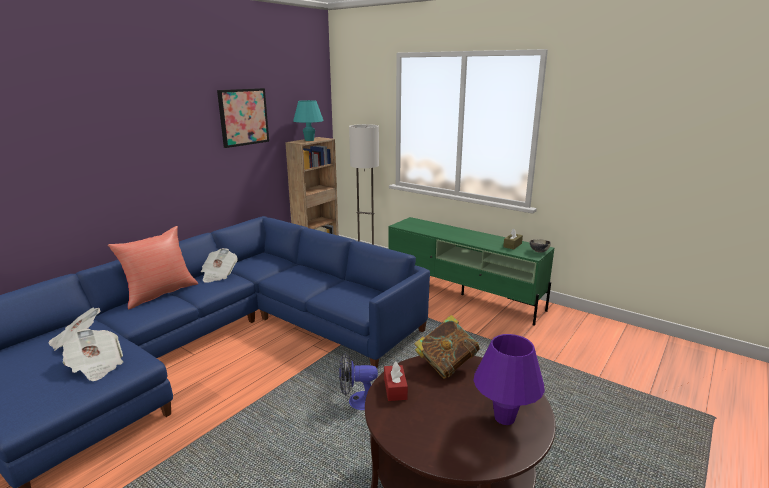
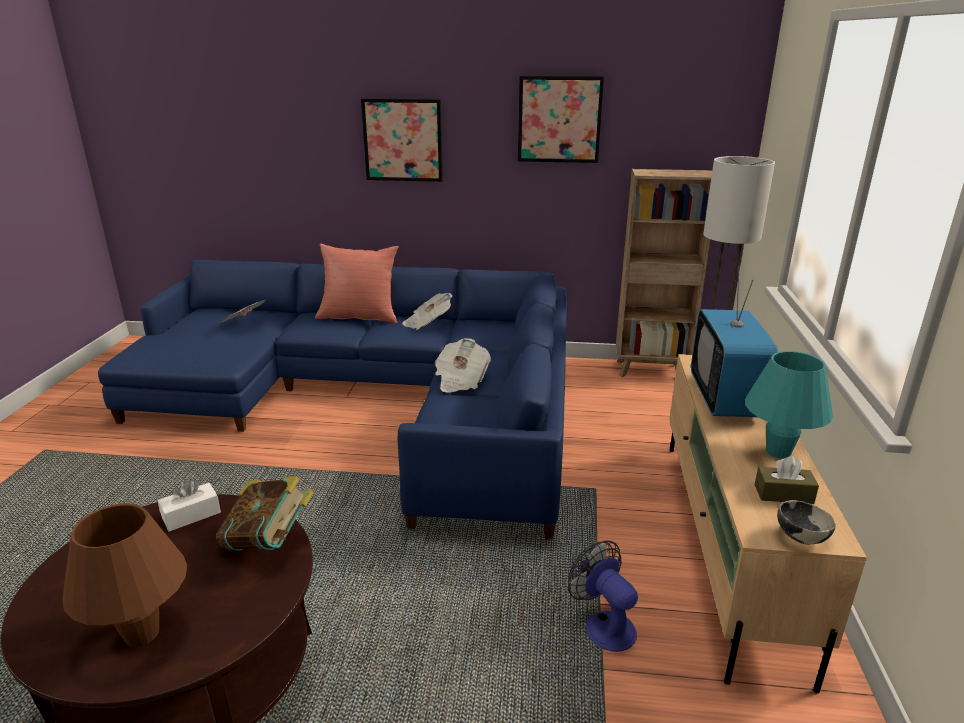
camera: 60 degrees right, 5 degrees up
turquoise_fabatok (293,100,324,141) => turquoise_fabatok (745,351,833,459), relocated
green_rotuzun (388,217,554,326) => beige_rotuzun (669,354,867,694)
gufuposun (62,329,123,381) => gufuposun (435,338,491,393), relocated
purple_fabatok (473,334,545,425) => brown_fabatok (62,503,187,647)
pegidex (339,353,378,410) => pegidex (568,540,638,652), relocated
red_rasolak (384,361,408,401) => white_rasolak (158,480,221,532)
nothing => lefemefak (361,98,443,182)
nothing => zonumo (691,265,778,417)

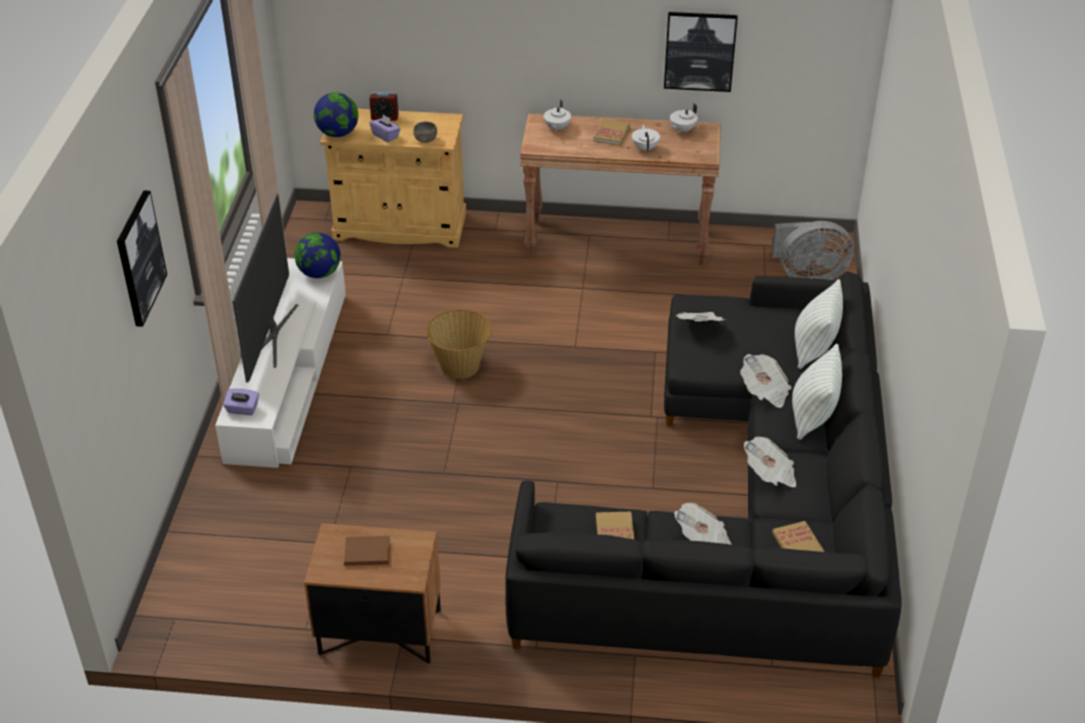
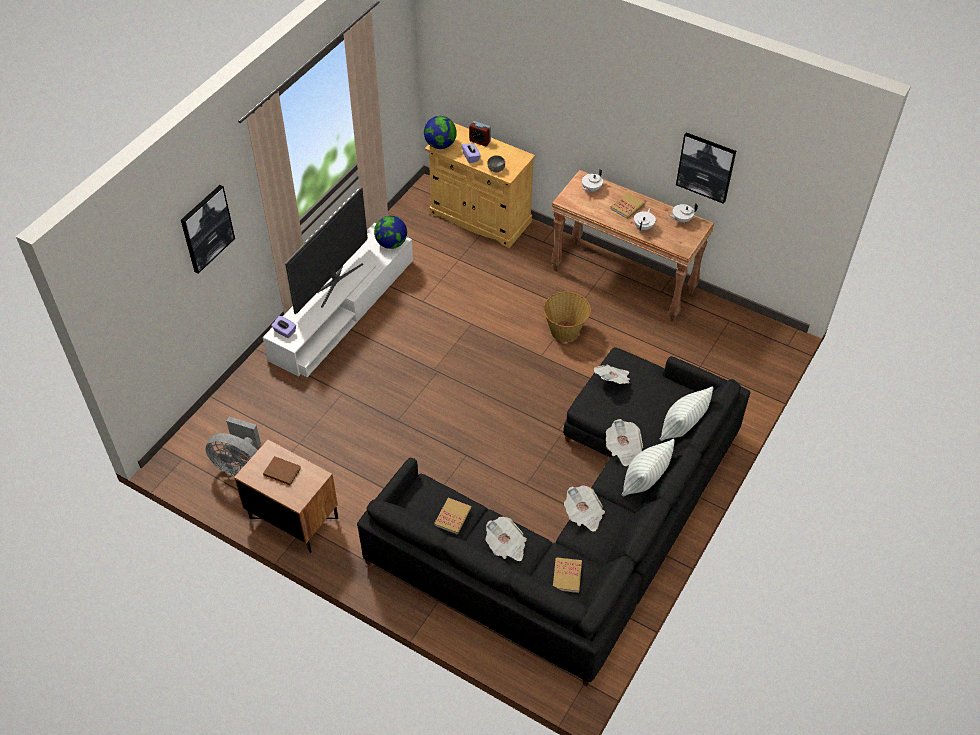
camera: 25 degrees right, 10 degrees up
grey_pegidex (771,221,854,280) => grey_pegidex (206,417,261,477), relocated
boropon (426,309,492,378) => boropon (543,292,591,342), relocated

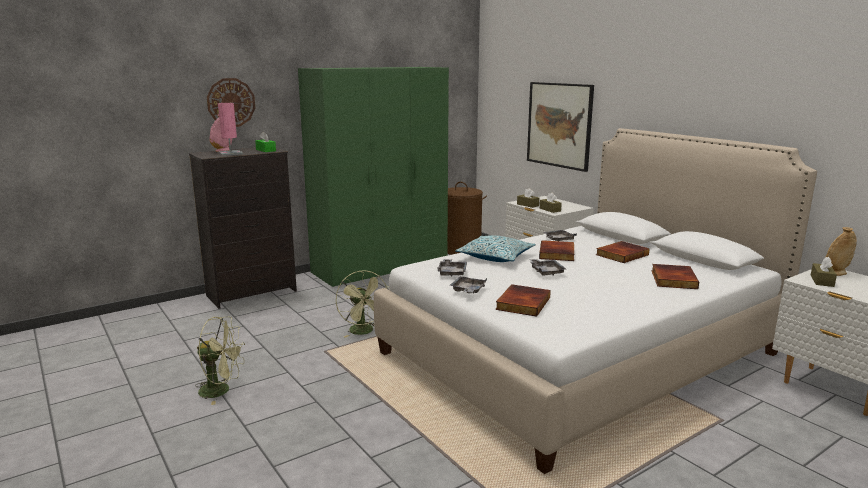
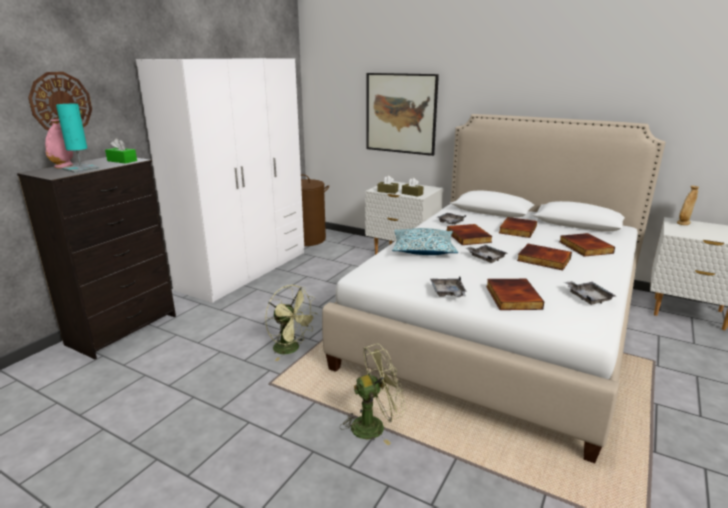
camera: 25 degrees left, 5 degrees up
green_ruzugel (298,67,449,287) => white_ruzugel (136,58,304,303)
pink_fabatok (218,103,243,156) => turquoise_fabatok (56,104,100,173)
brown_rasolak (811,257,837,287) => nothing
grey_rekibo (437,259,467,277) => grey_rekibo (564,281,616,305), relocated
green_pegidex (195,317,245,405) => green_pegidex (340,344,406,445), relocated
nothing => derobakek (517,244,572,270)

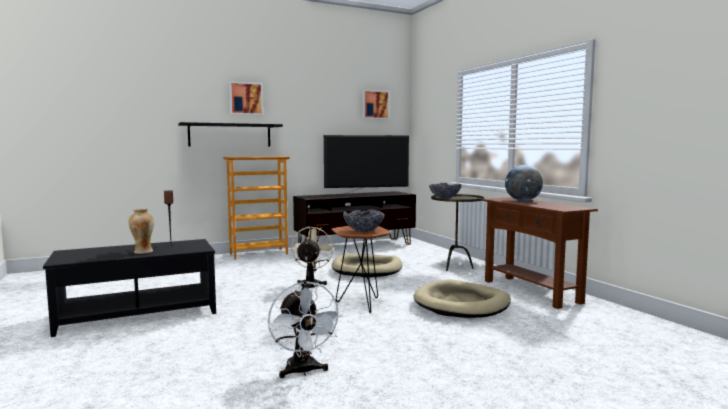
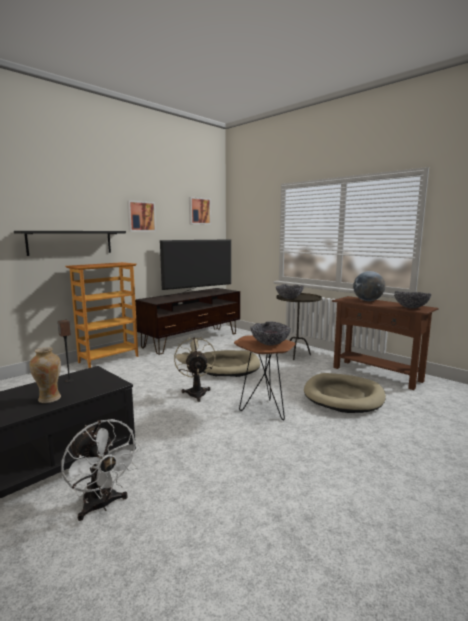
camera: 20 degrees left, 5 degrees up
lefemefak (229,81,263,115) => lefemefak (127,200,156,232), relocated
white_pegidex (268,281,343,378) => white_pegidex (61,419,141,521), relocated
nothing => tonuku (394,291,431,309)

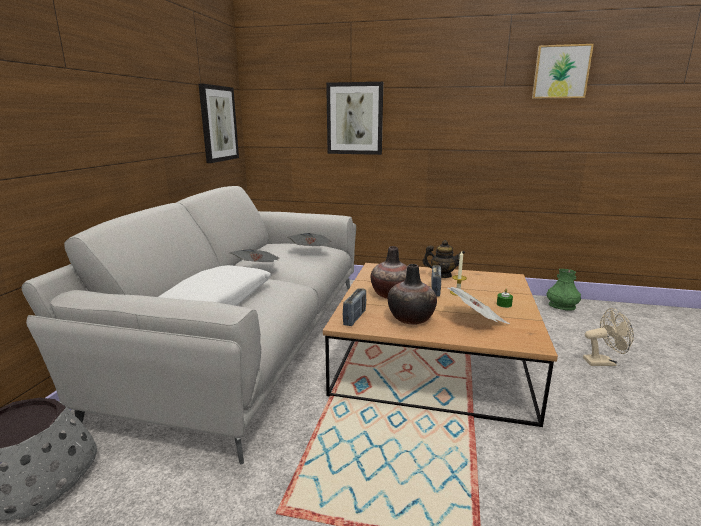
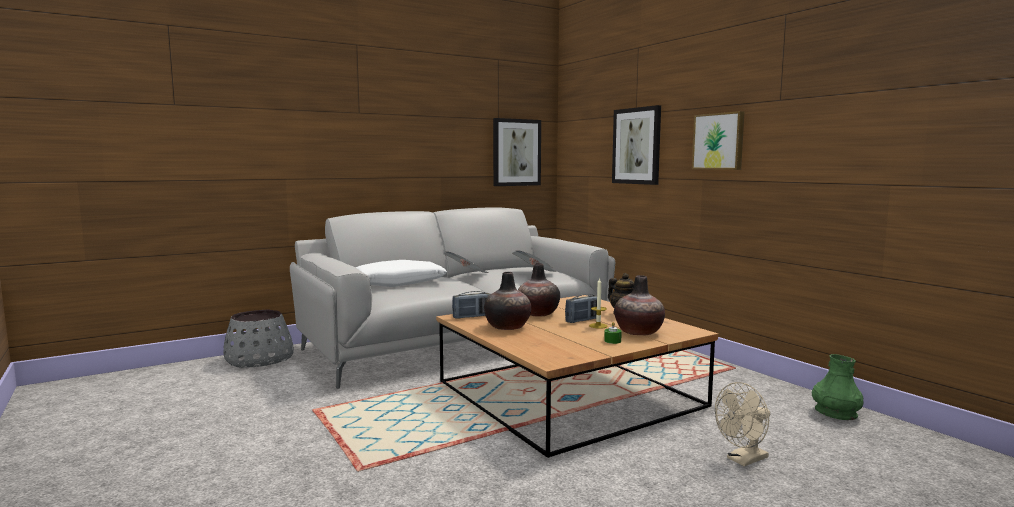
camera: 45 degrees right, 10 degrees down
lefemefak (532,44,594,99) => lefemefak (692,111,744,170), relocated
gufuposun (448,287,510,324) => nothing
beige_pegidex (583,308,634,366) => beige_pegidex (715,382,770,466), 105 degrees clockwise
nothing => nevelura (614,275,665,335)

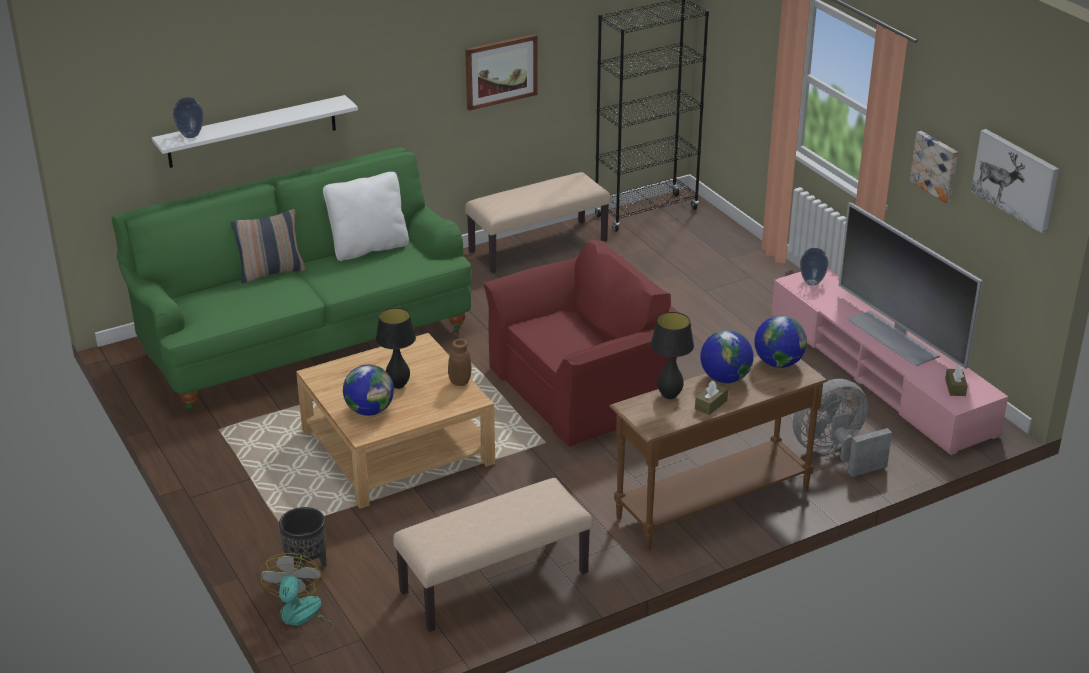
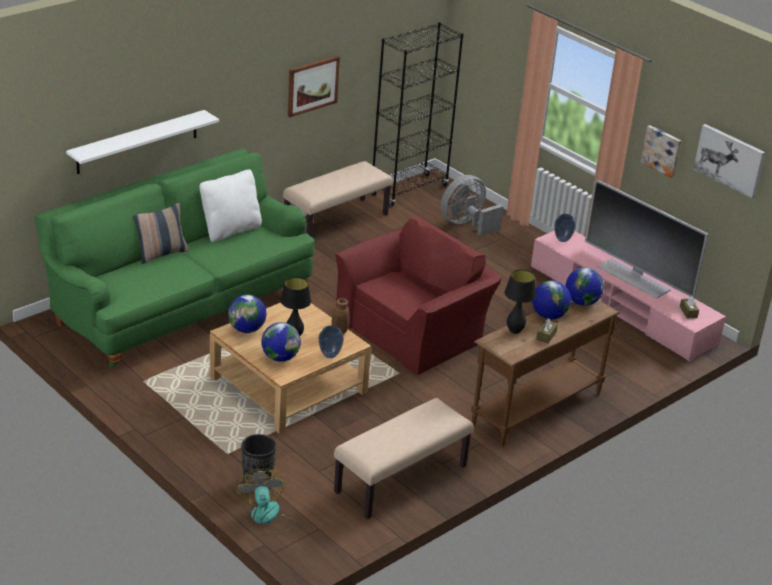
camera: 15 degrees left, 0 degrees up
nevelura (173,98,204,138) => nevelura (318,326,344,358), relocated
grey_pegidex (793,379,892,477) => grey_pegidex (441,175,504,236), relocated
nothing => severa (228,295,267,333)

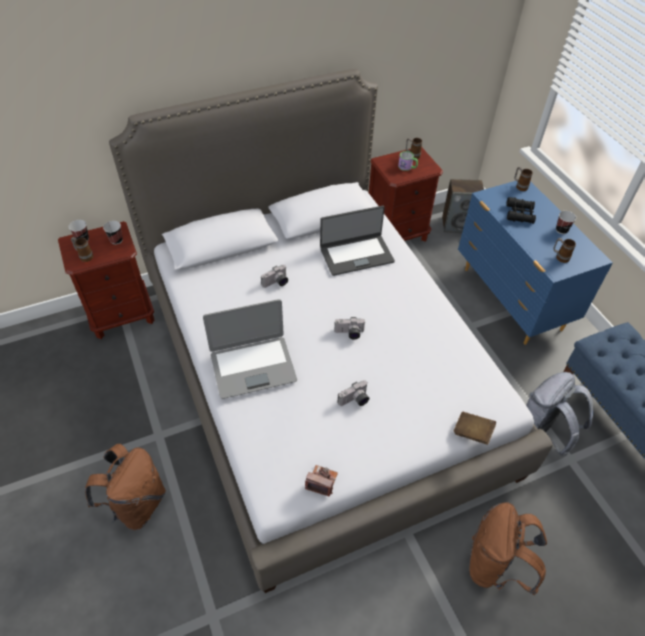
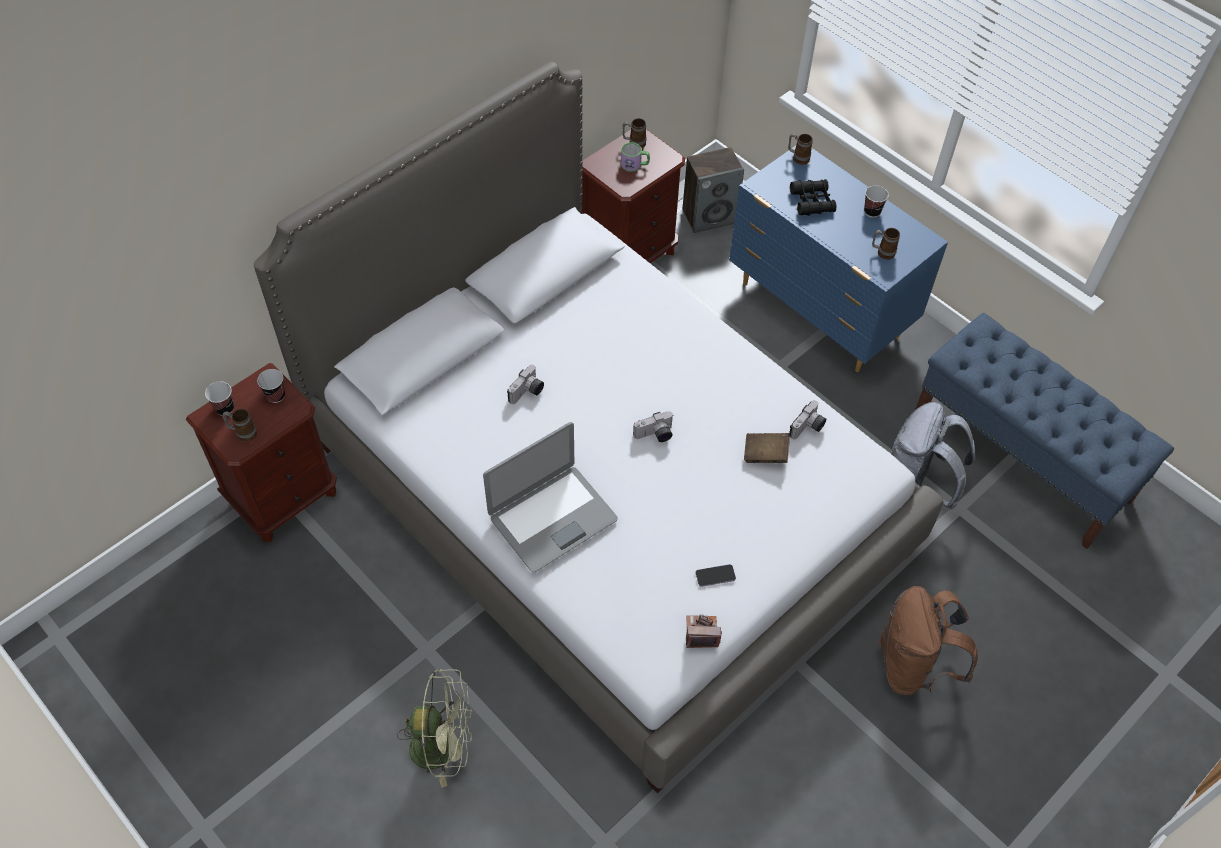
camera: 20 degrees left, 5 degrees up
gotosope (320,206,395,276) => nothing
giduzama (338,380,369,406) => giduzama (789,400,826,439), relocated
brown_derobakek (453,412,496,445) => brown_derobakek (744,433,790,463), relocated
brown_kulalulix (85,444,166,530) => green_pegidex (397,669,472,788)
nothing => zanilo (696,564,736,587)

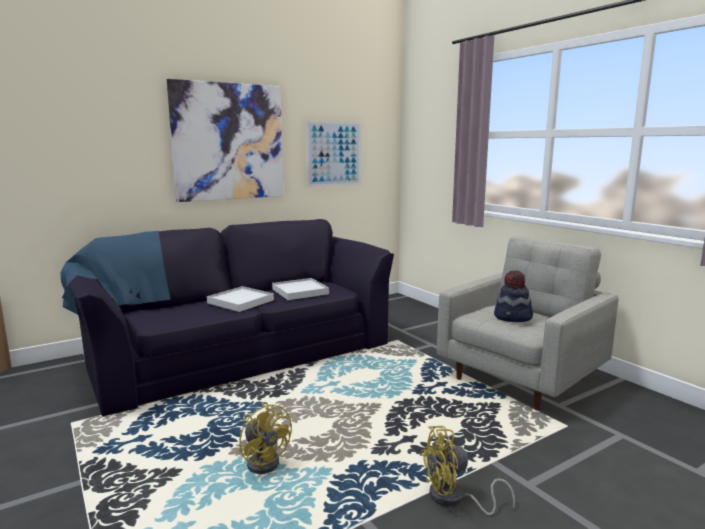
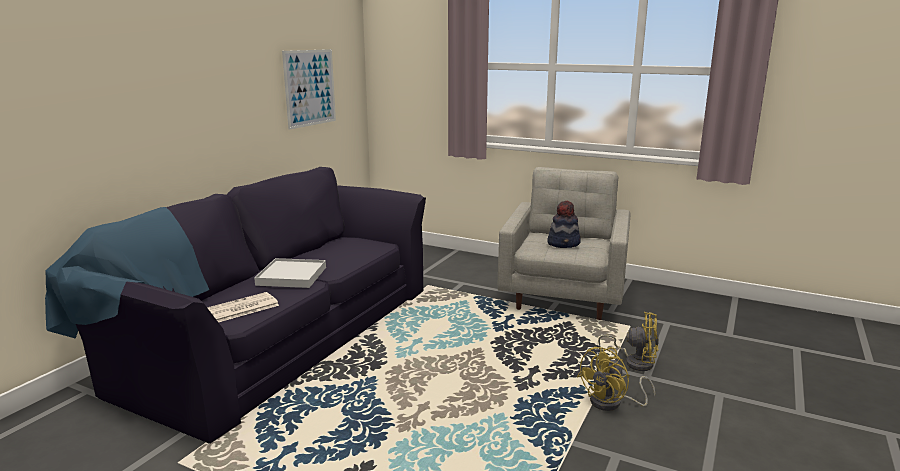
camera: 30 degrees left, 5 degrees up
lefemefak (167,79,284,202) => nothing
white_rekibo (272,278,329,300) => nothing
yellow_pegidex (239,402,292,474) => yellow_pegidex (598,312,659,371), relocated
nothing => gufuposun (207,292,279,322)

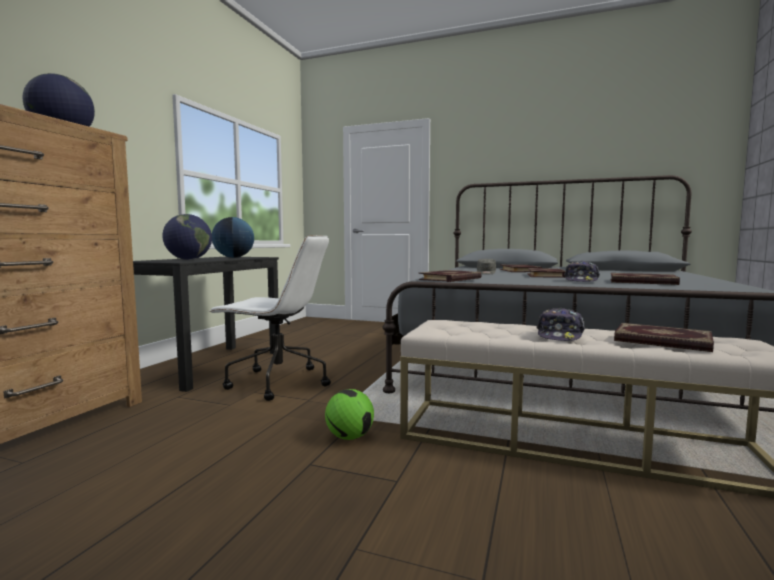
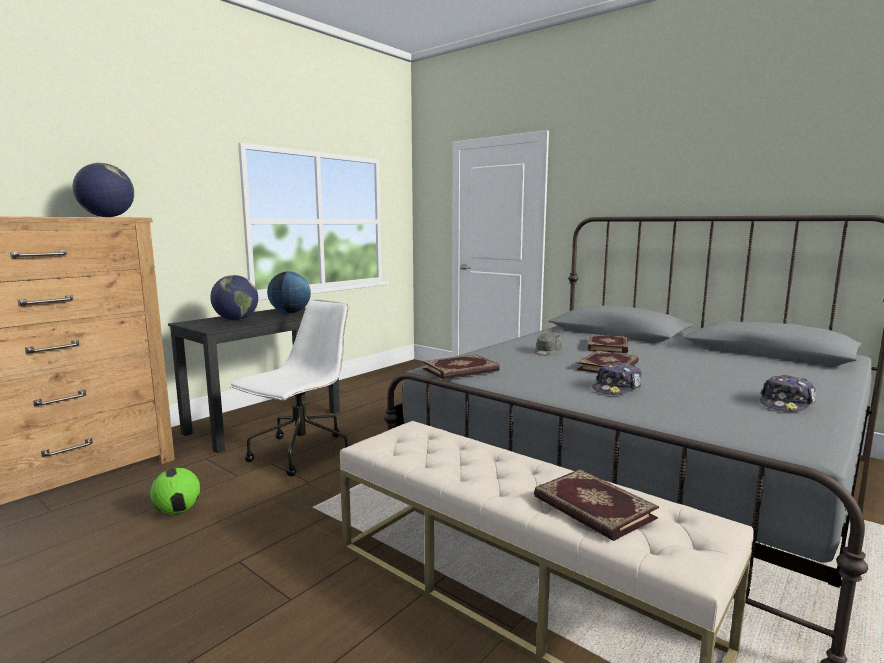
camera: 20 degrees right, 5 degrees up
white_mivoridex (209,235,331,401) => white_mivoridex (229,299,348,477), 90 degrees counterclockwise
derobakek (610,273,680,285) => nothing
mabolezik (537,307,585,341) => mabolezik (760,375,816,412), relocated
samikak (325,389,374,440) => samikak (150,468,200,514), relocated

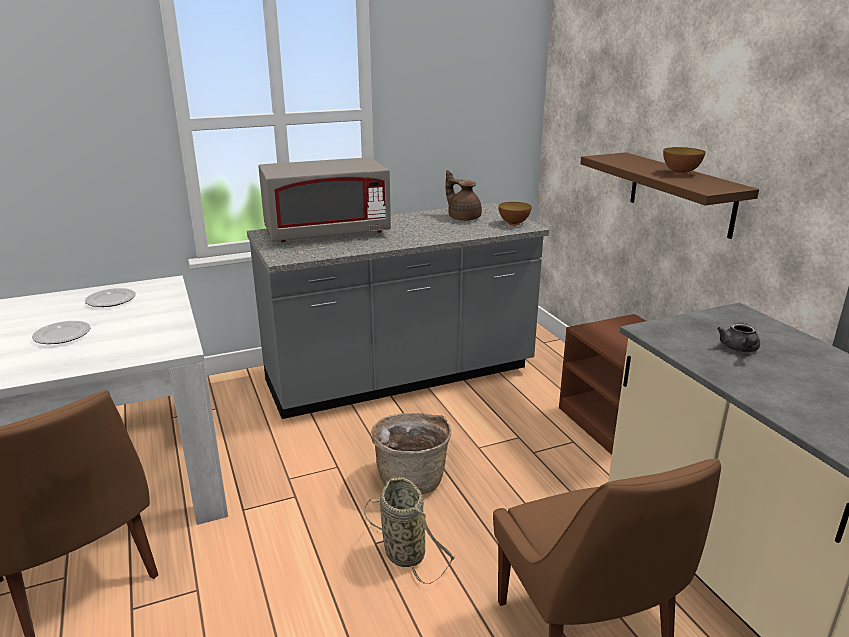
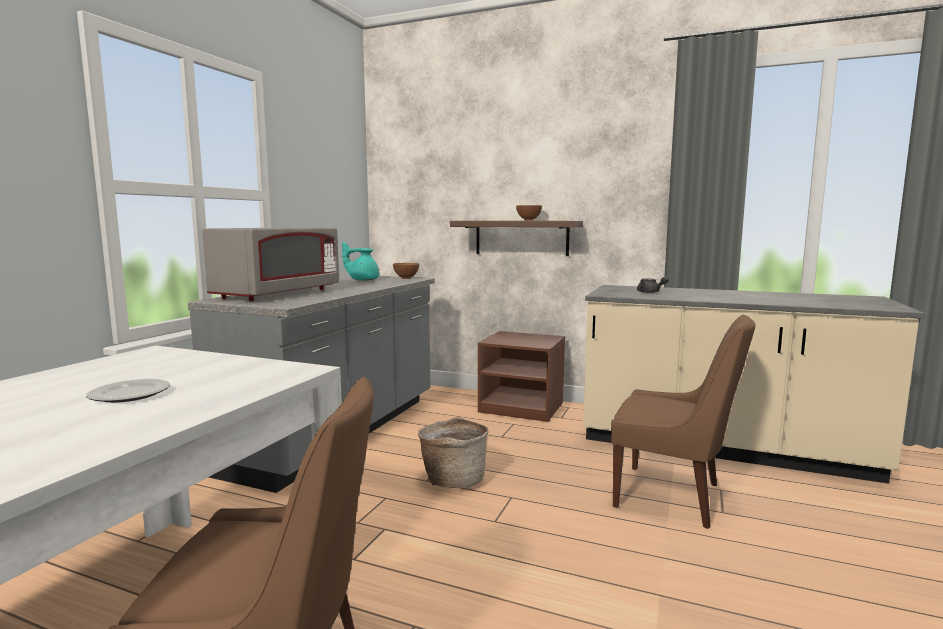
camera: 45 degrees left, 15 degrees down
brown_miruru (446,170,482,221) => turquoise_miruru (342,242,379,281)
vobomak (85,288,136,307) => nothing
boropon (364,477,455,584) => nothing

